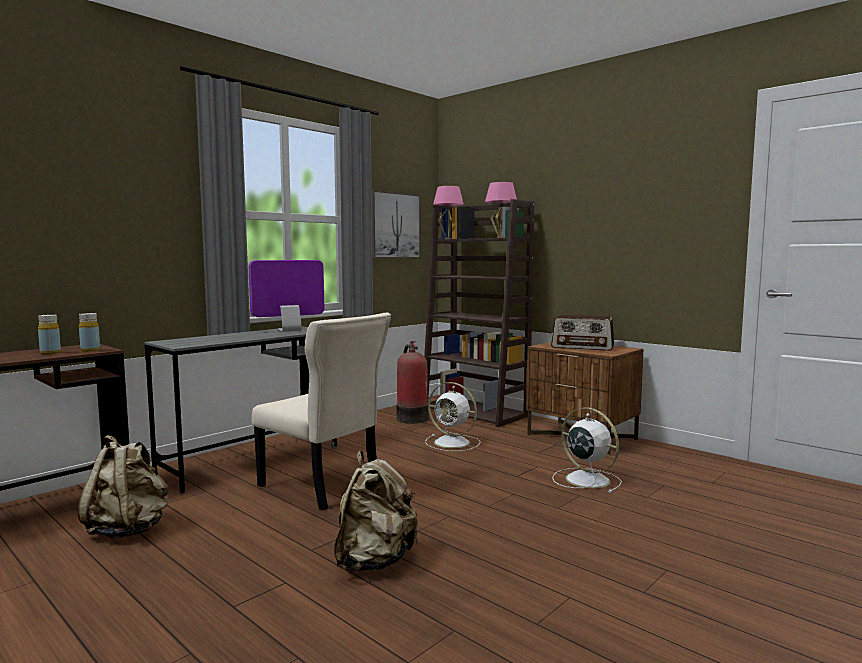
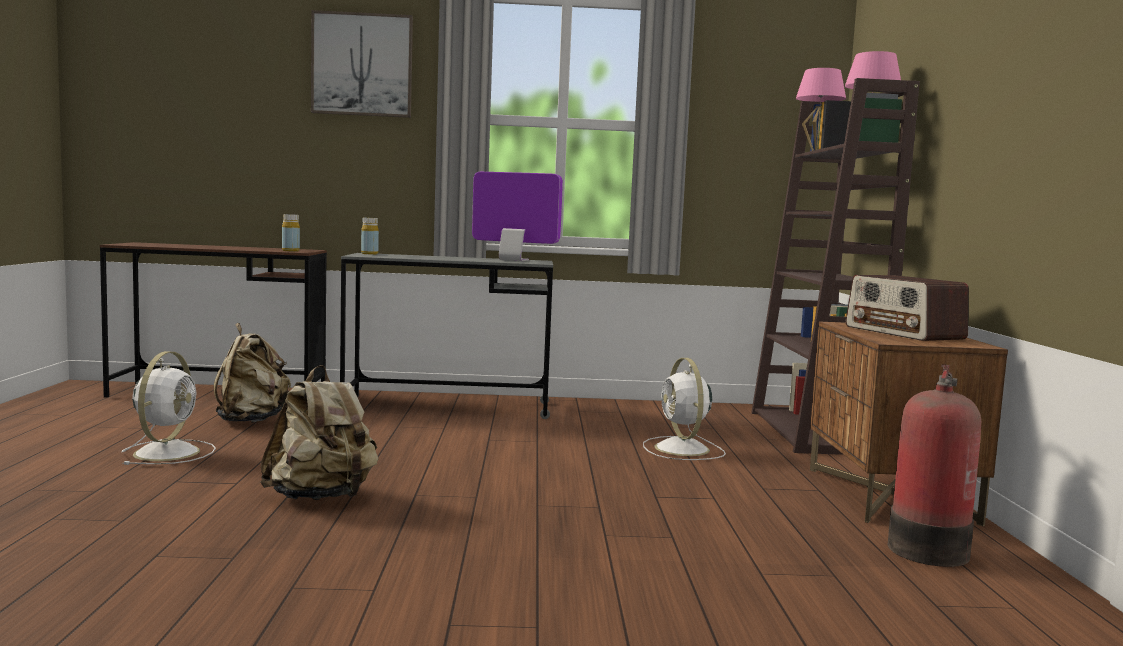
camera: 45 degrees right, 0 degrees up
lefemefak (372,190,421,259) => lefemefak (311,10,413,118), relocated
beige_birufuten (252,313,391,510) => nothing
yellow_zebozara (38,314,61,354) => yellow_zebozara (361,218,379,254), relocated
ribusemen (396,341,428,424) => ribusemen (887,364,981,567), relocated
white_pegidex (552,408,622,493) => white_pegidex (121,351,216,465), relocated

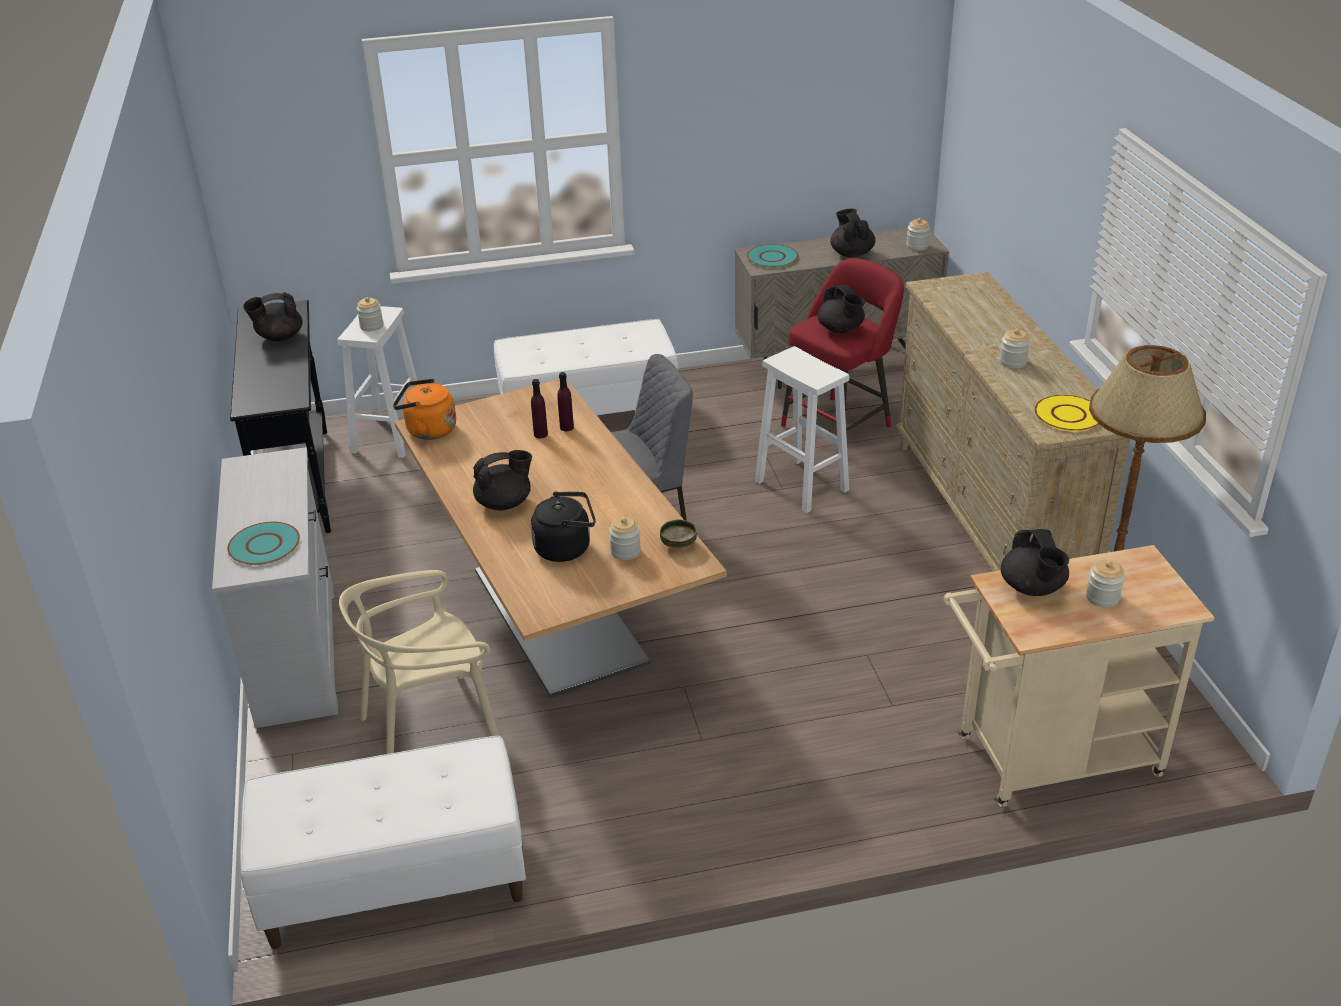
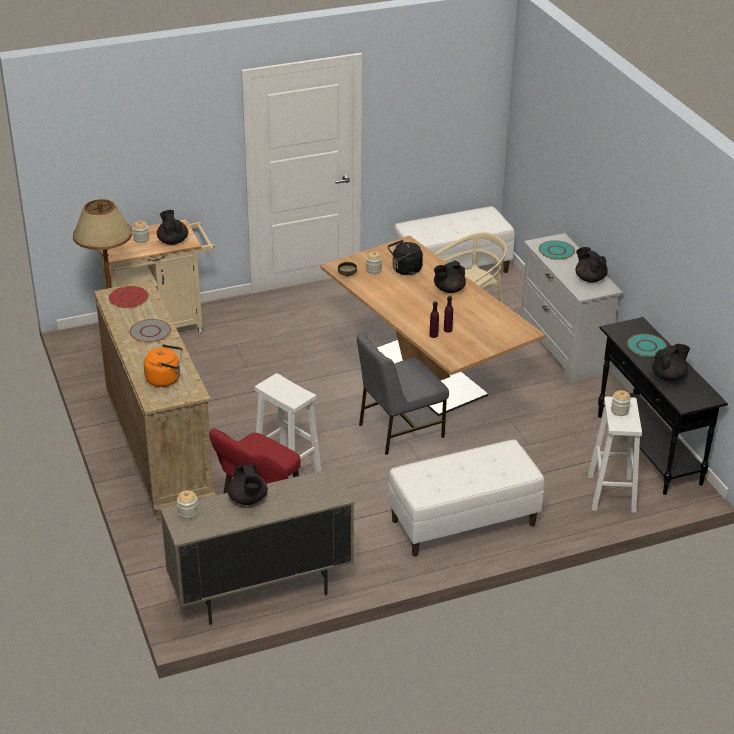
camera: 170 degrees right, 0 degrees up
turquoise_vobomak (747,244,798,268) => turquoise_vobomak (627,334,667,357), relocated
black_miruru (817,285,865,333) => black_miruru (575,247,608,283), relocated
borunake (1000,329,1030,368) => grey_vobomak (130,319,171,343)
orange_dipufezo (393,379,456,440) => orange_dipufezo (144,344,183,387), relocated
yellow_vobomak (1034,395,1099,432) => red_vobomak (109,286,149,308)

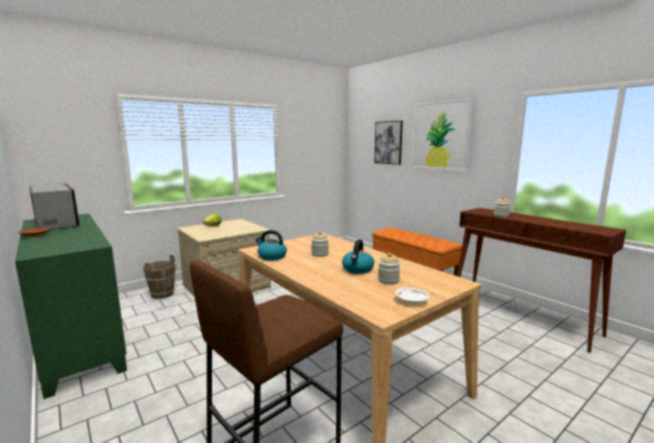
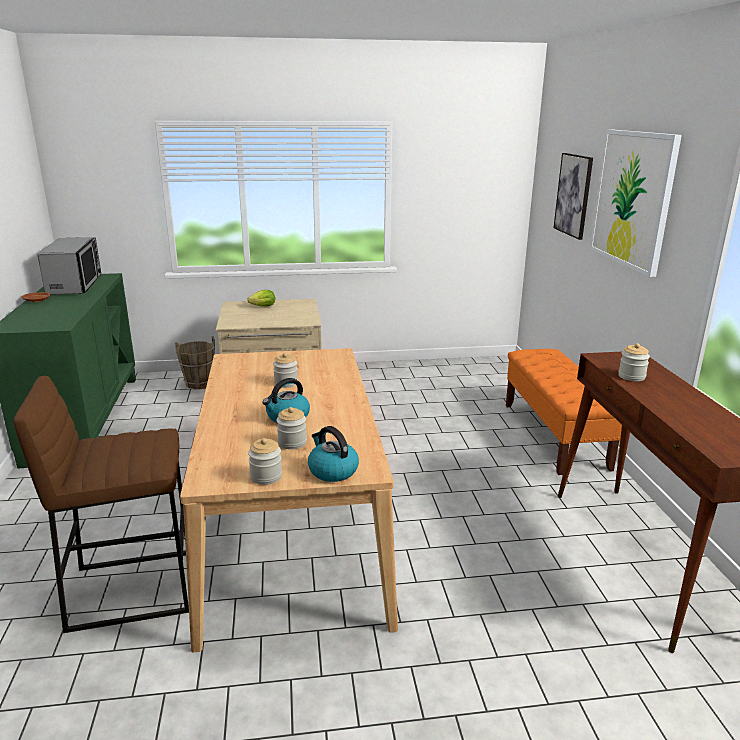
camera: 30 degrees right, 10 degrees up
dipufezo (255,230,287,261) => dipufezo (308,426,359,482), relocated
white_vobomak (395,287,430,303) => borunake (248,438,282,485)

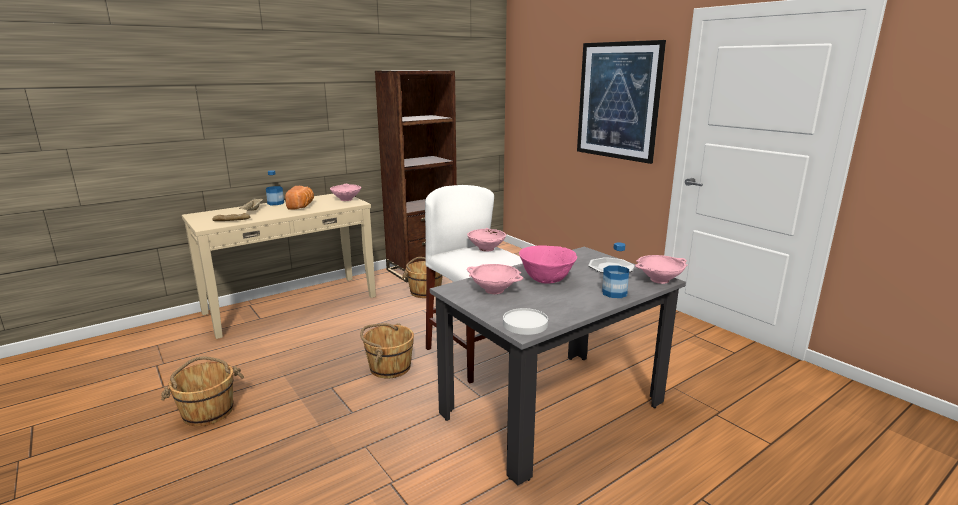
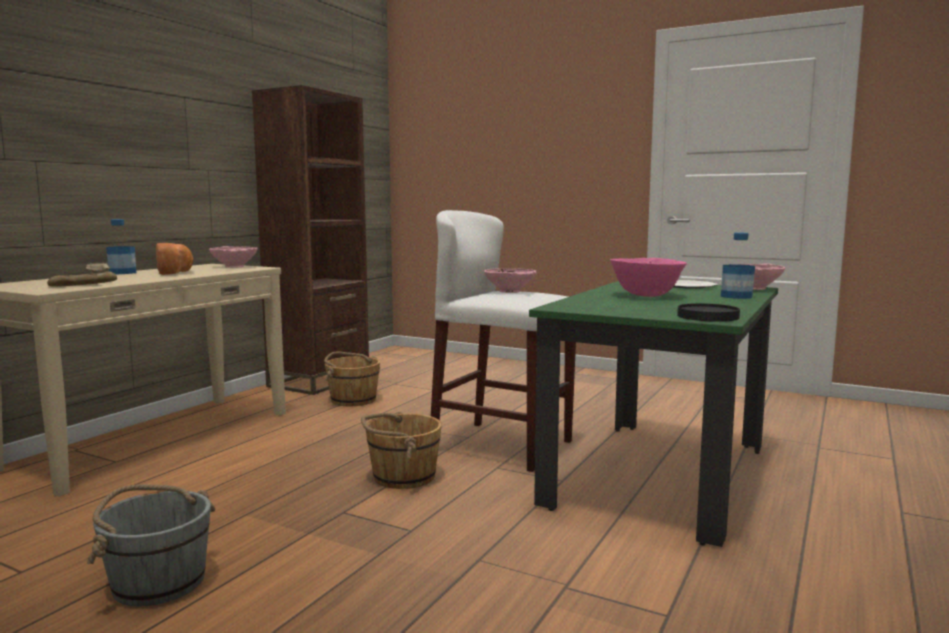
camera: 25 degrees left, 10 degrees down
lefemefak (577,40,666,164) => nothing
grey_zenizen (430,247,686,485) => green_zenizen (529,281,778,547)
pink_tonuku (467,264,523,294) => nothing
white_vobomak (503,308,548,335) => black_vobomak (677,303,740,322)
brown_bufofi (161,356,244,426) => grey_bufofi (87,485,215,606)

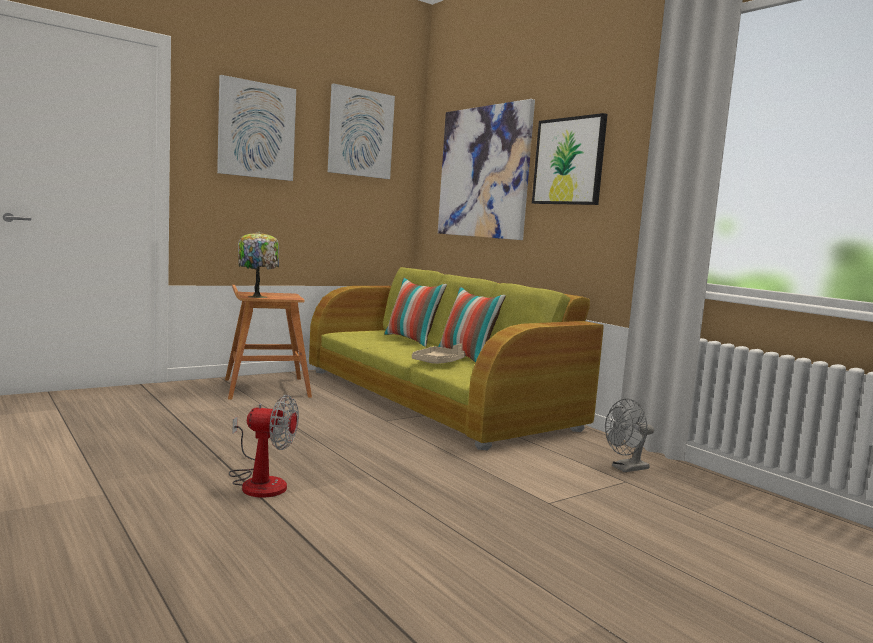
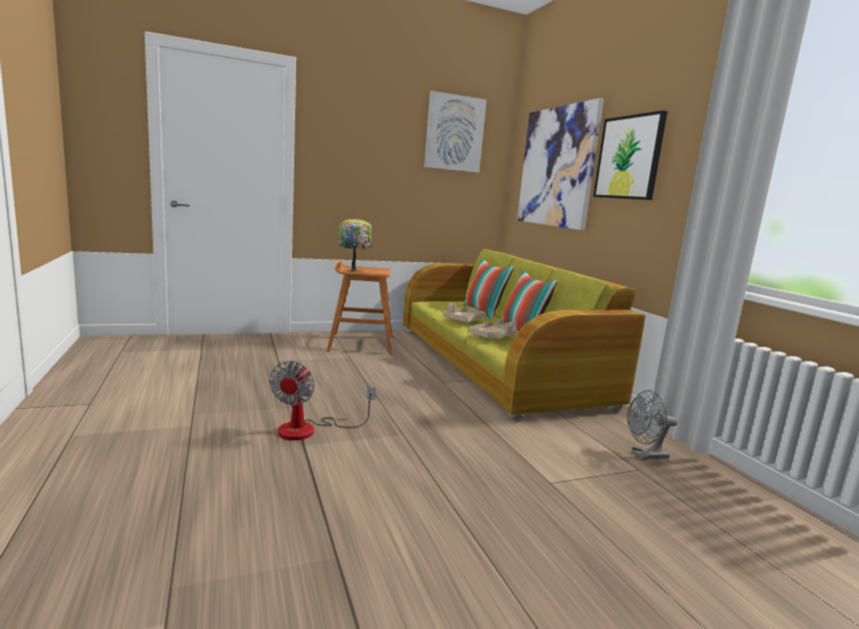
camera: 15 degrees right, 5 degrees up
lefemefak (217,75,296,181) => nothing
pegidex (229,395,299,498) => pegidex (269,361,376,440), 75 degrees clockwise
nothing => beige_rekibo (443,303,486,322)

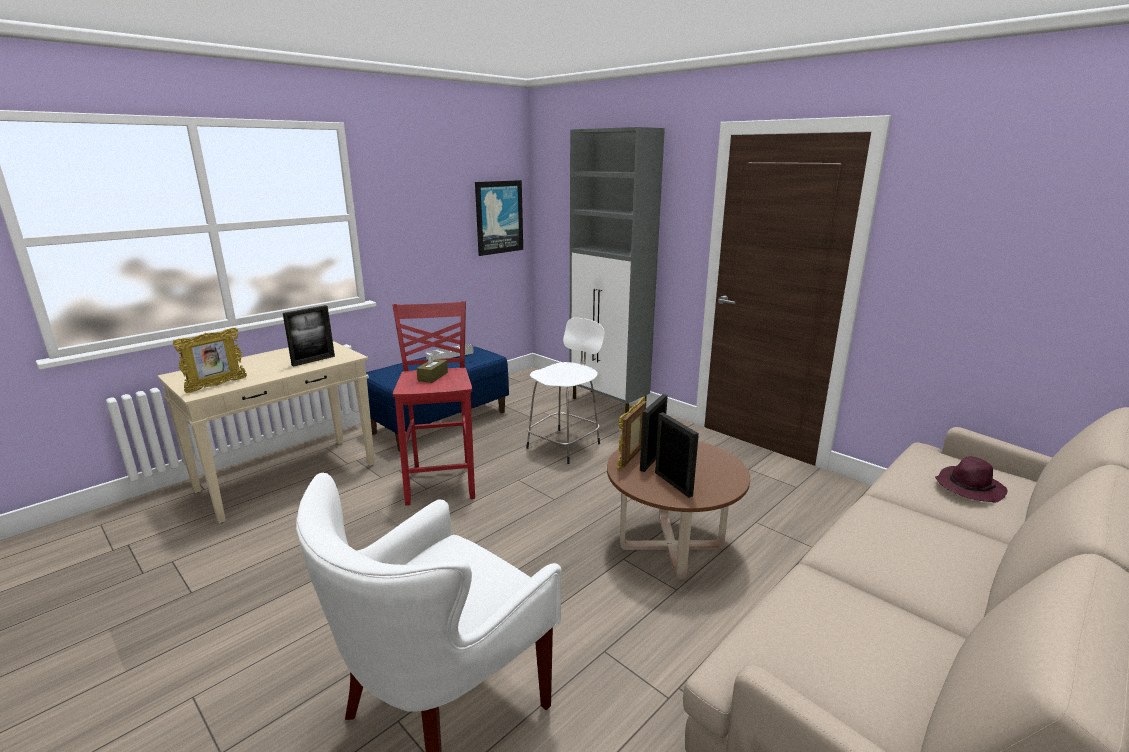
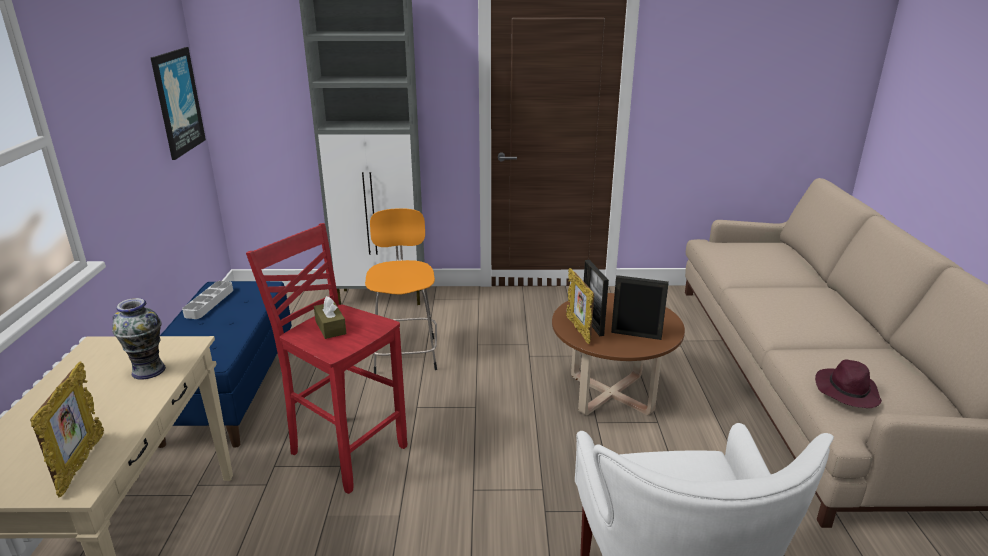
camera: 45 degrees left, 5 degrees up
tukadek (283,305,335,367) => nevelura (112,298,166,380)
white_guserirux (526,318,604,464) => orange_guserirux (365,208,437,374)
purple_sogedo (935,456,1008,502) => purple_sogedo (815,360,882,408), relocated

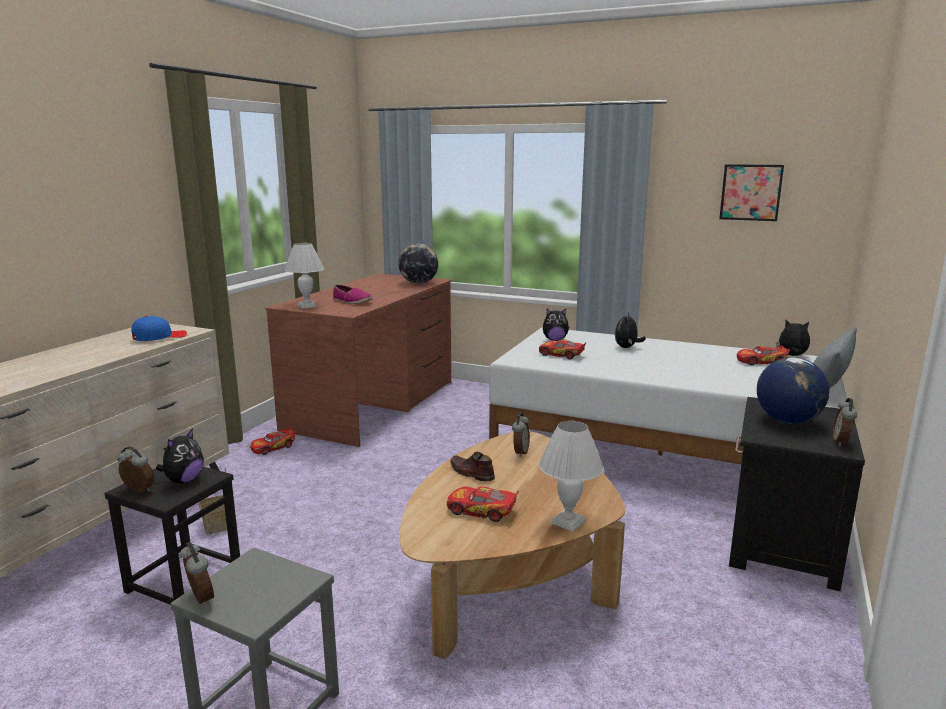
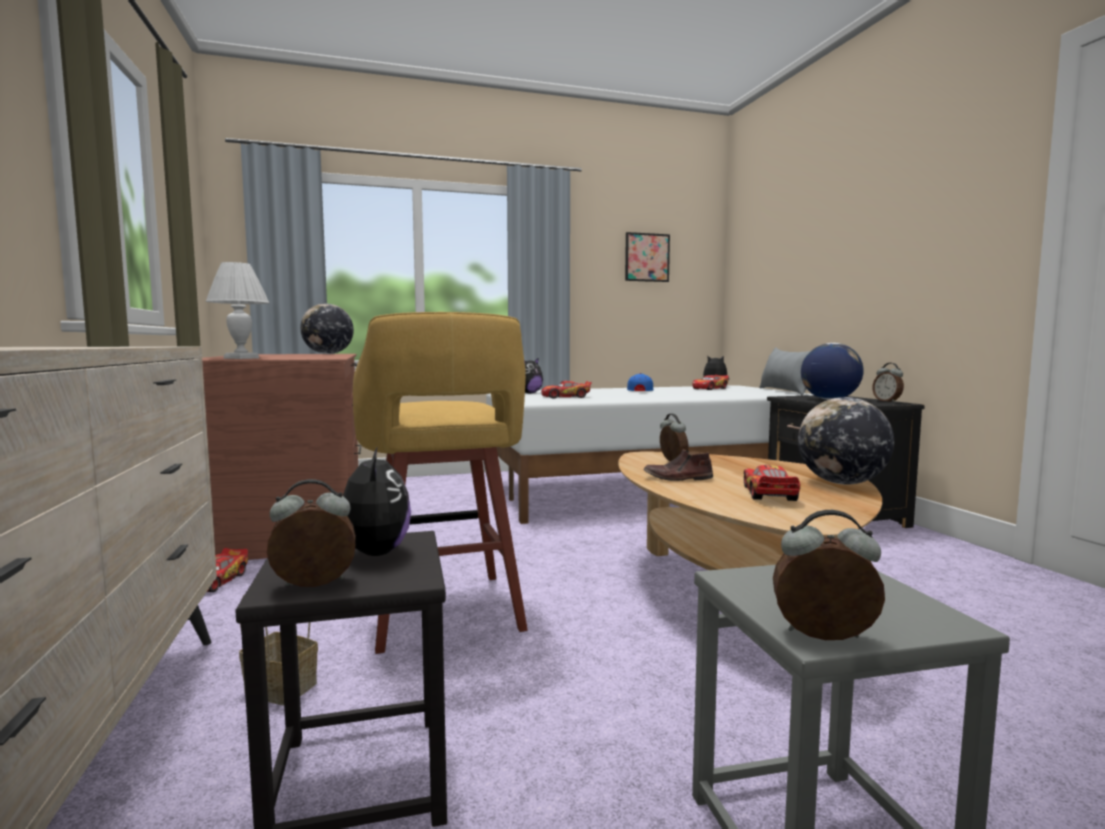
camera: 40 degrees left, 10 degrees down
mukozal (333,285,373,304) => nothing
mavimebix (615,312,646,348) => nothing
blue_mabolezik (131,316,187,341) => blue_mabolezik (627,373,653,391), relocated
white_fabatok (539,421,604,532) => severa (798,397,894,485)
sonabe (447,486,519,522) => sonabe (744,465,801,501), 120 degrees clockwise
nothing => yellow_guserirux (353,312,528,654)

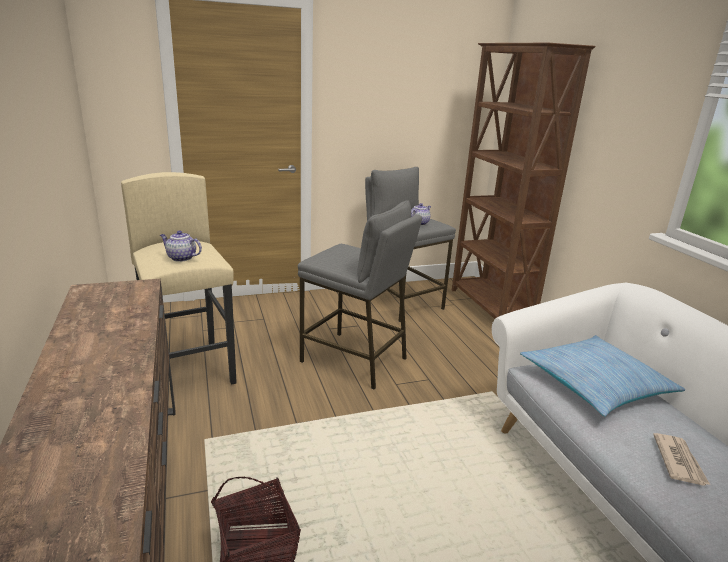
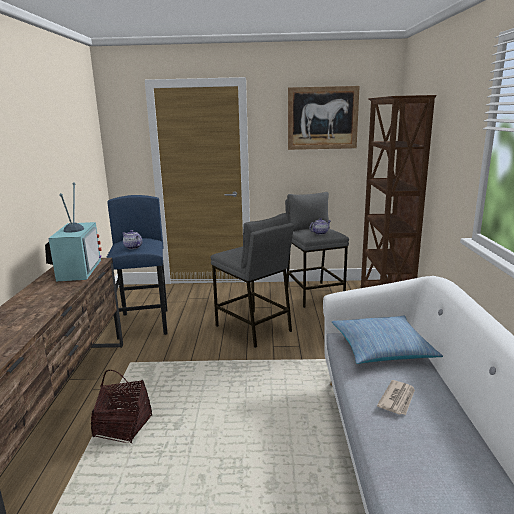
camera: 20 degrees right, 5 degrees down
beige_guserirux (121,172,237,384) => blue_guserirux (106,195,167,340)
nothing => lefemefak (288,86,360,150)
nothing => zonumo (45,182,101,281)

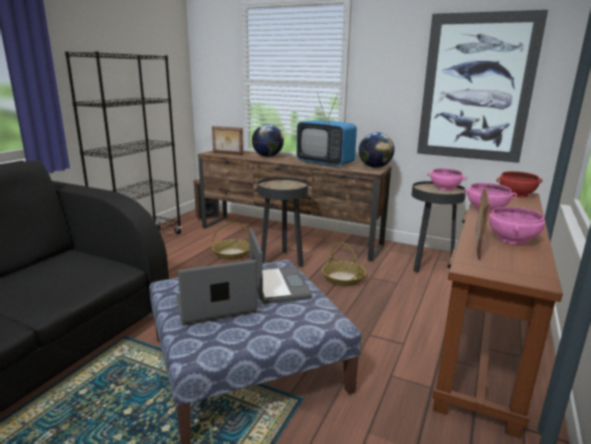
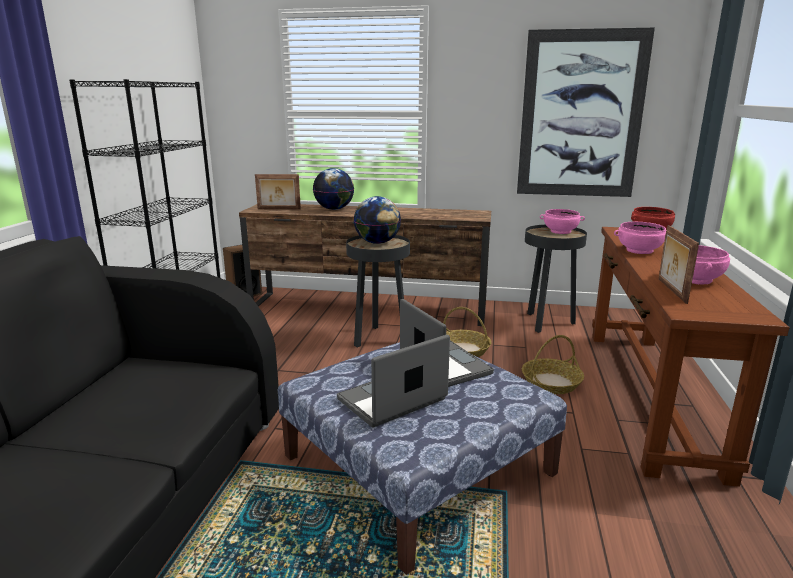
camera: 15 degrees left, 0 degrees up
zonumo (296,93,357,167) => nothing
severa (359,132,395,168) => severa (354,196,401,244), relocated
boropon (211,222,250,260) => boropon (522,335,584,394), relocated

